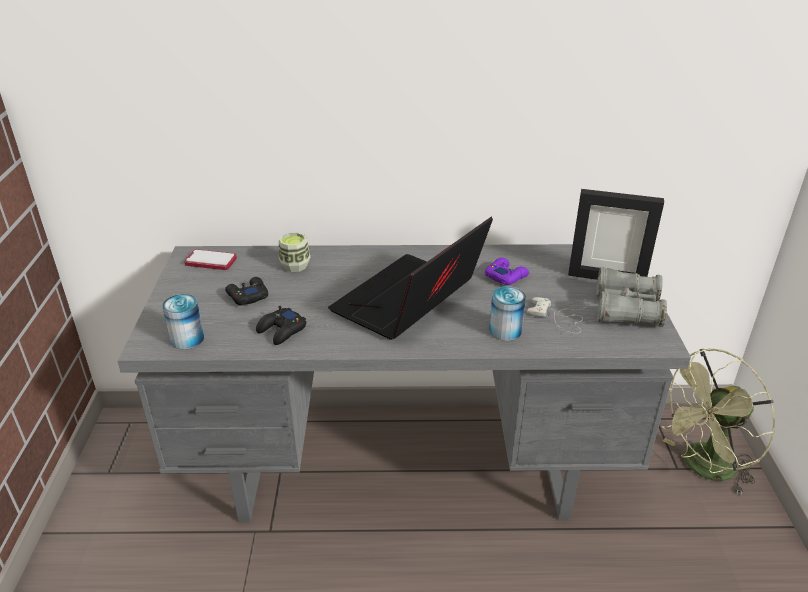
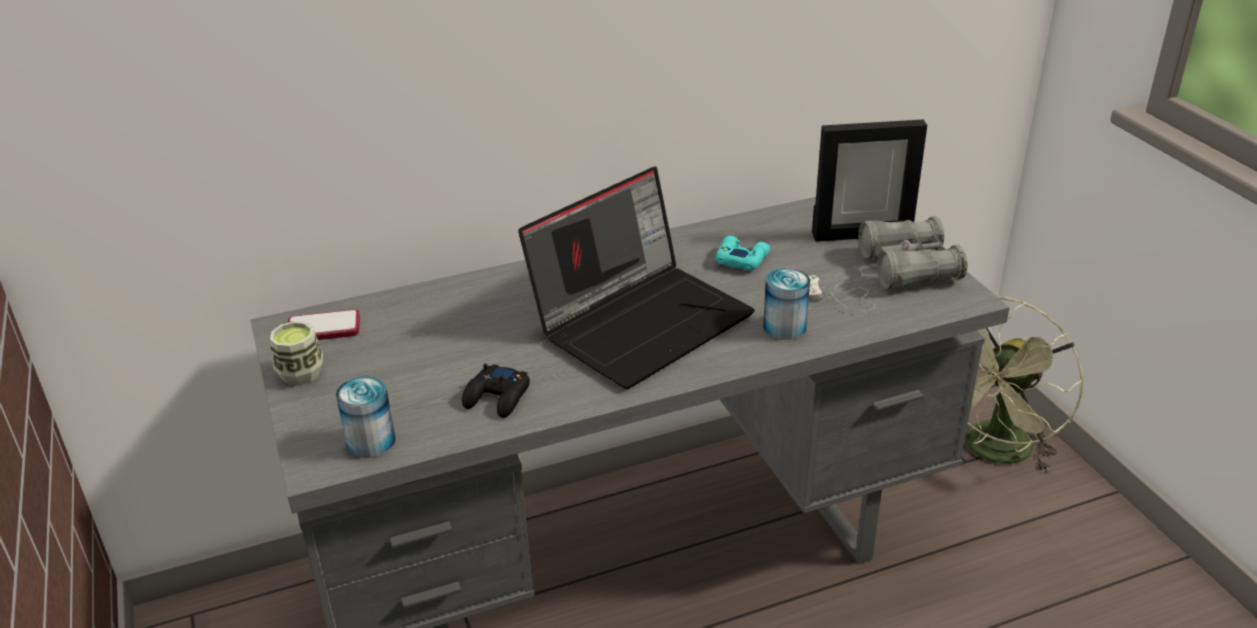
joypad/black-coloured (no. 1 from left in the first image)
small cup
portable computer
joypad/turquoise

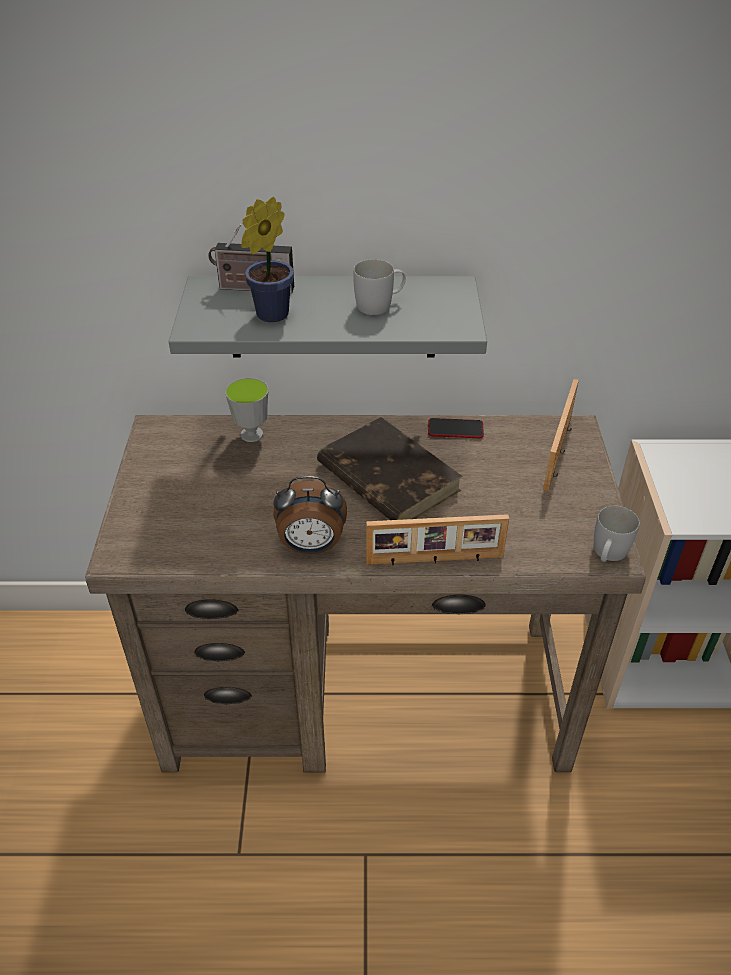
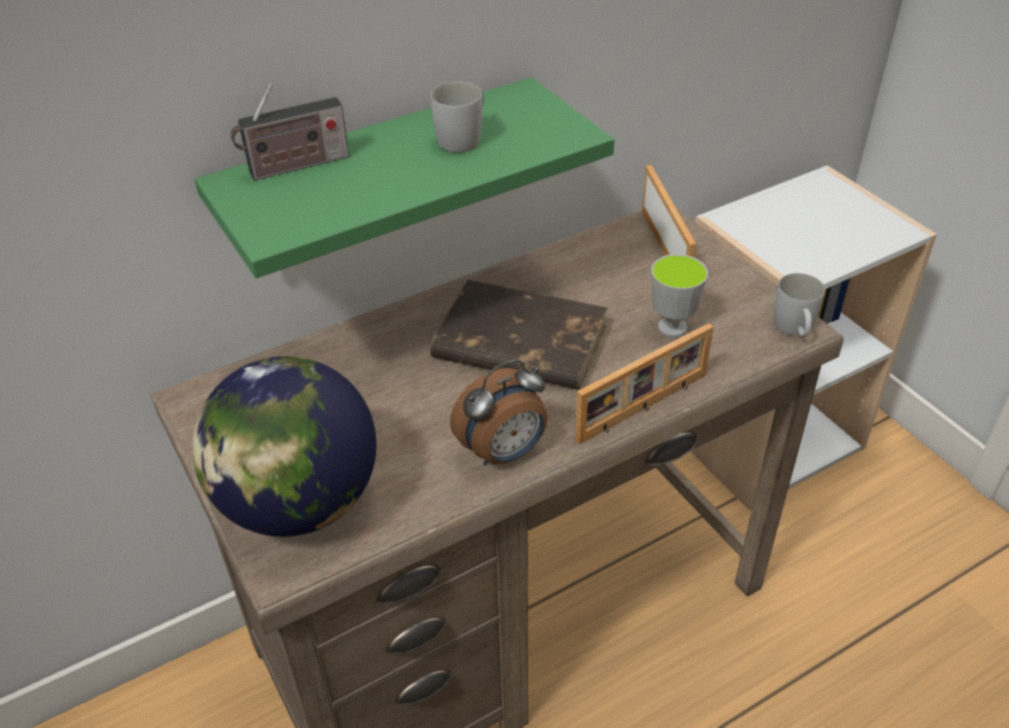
bracket shelf/greenish
small cup
potted plant
handset
desk globe

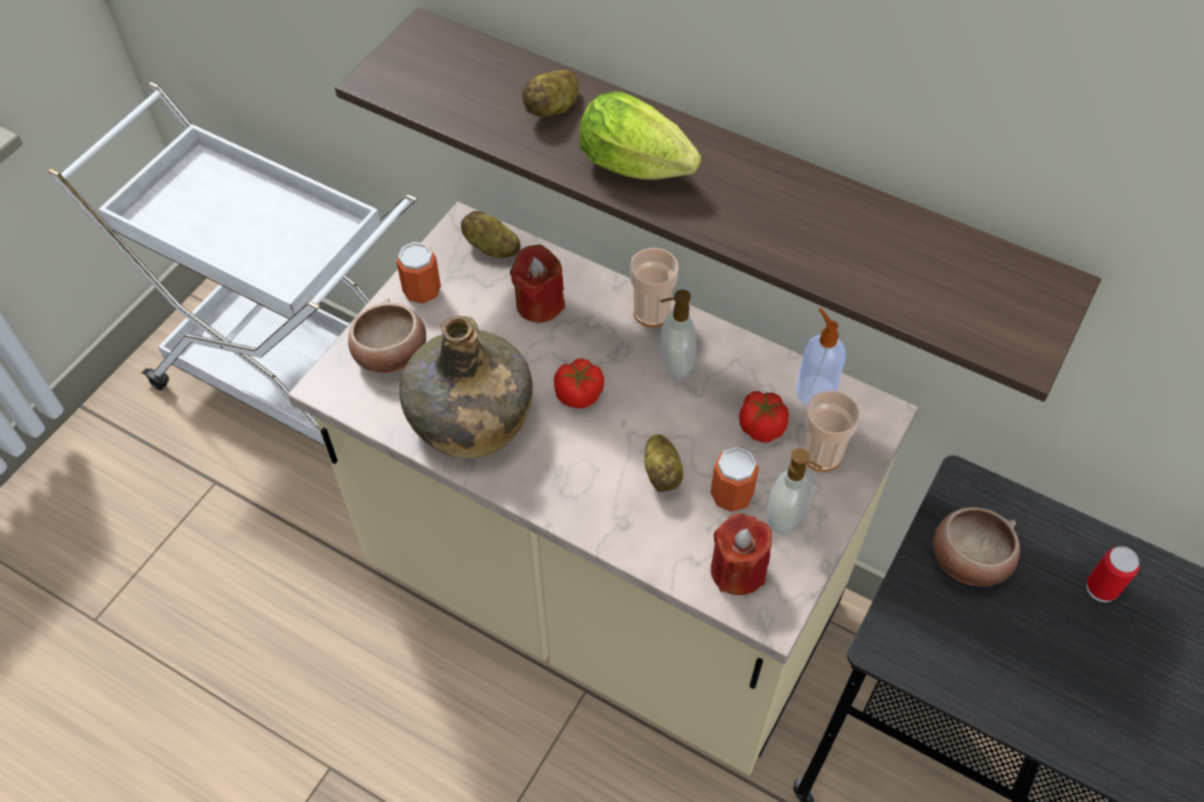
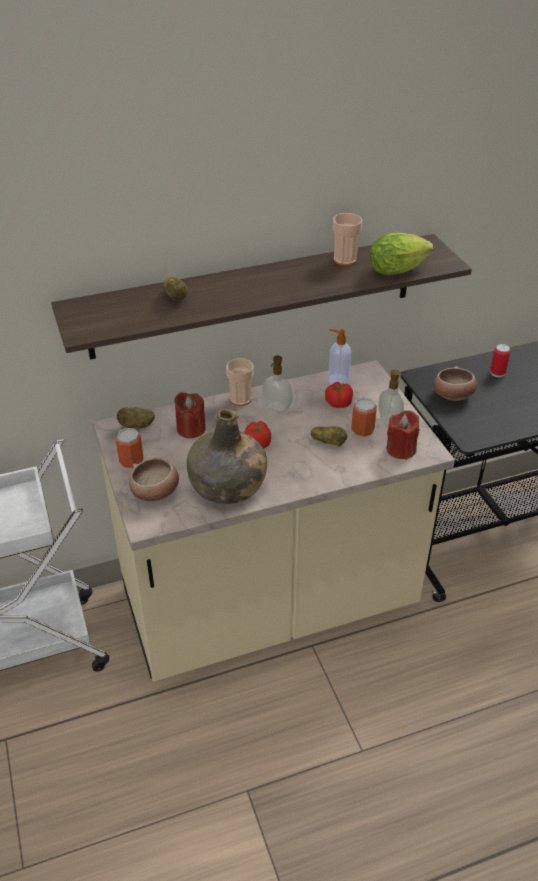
lettuce head
small cup (no. 2 from left)

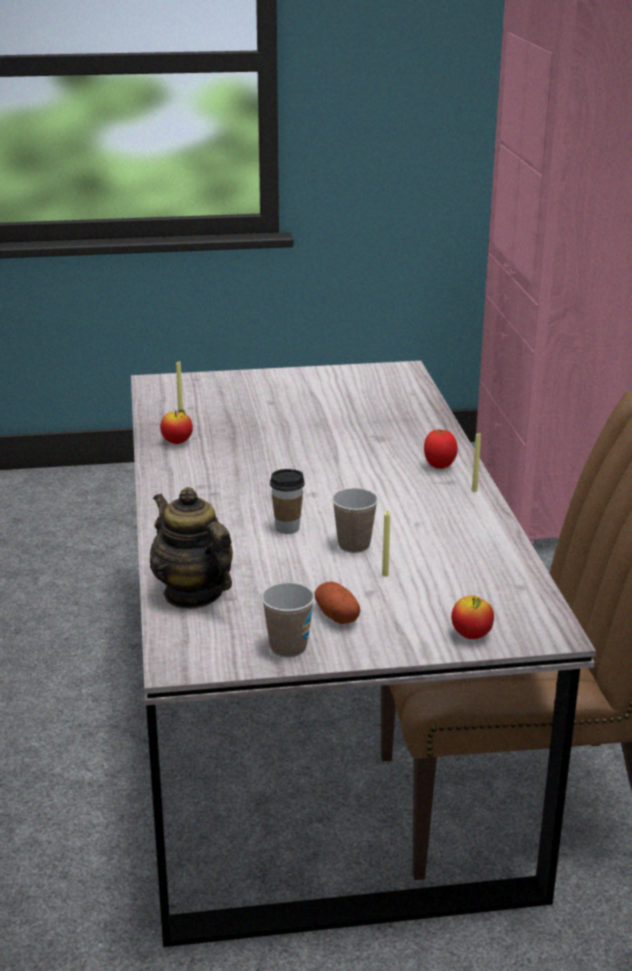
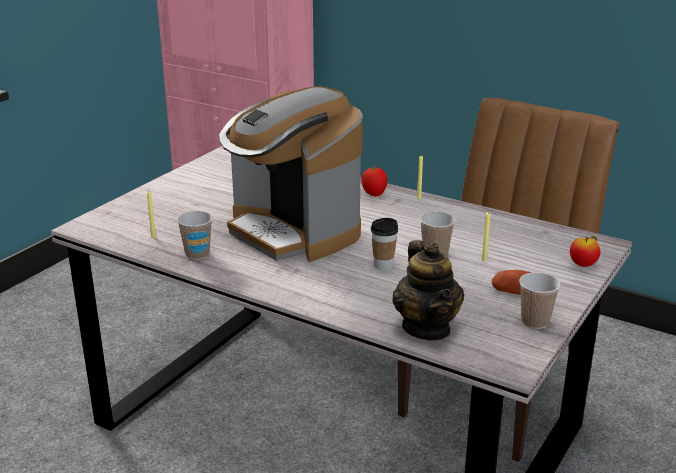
pot for tea
small cup (no. 1 from left)
coffee machine

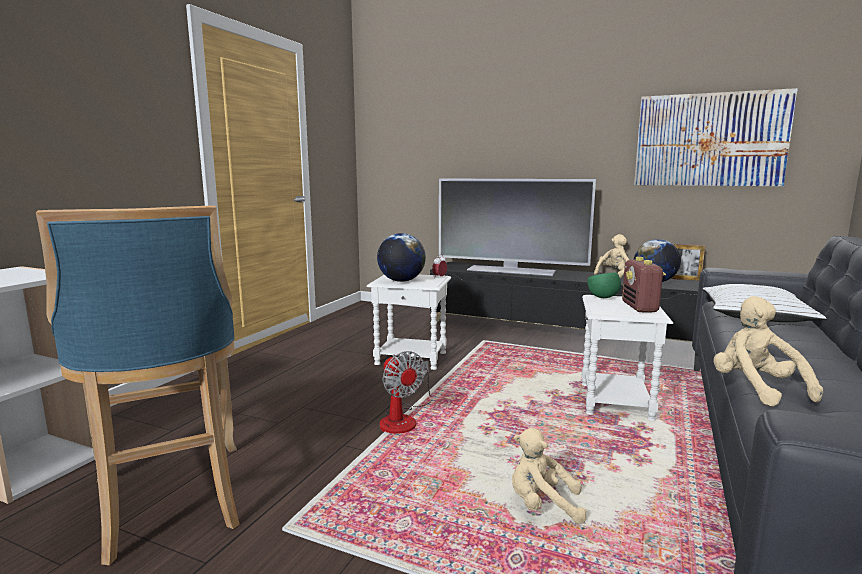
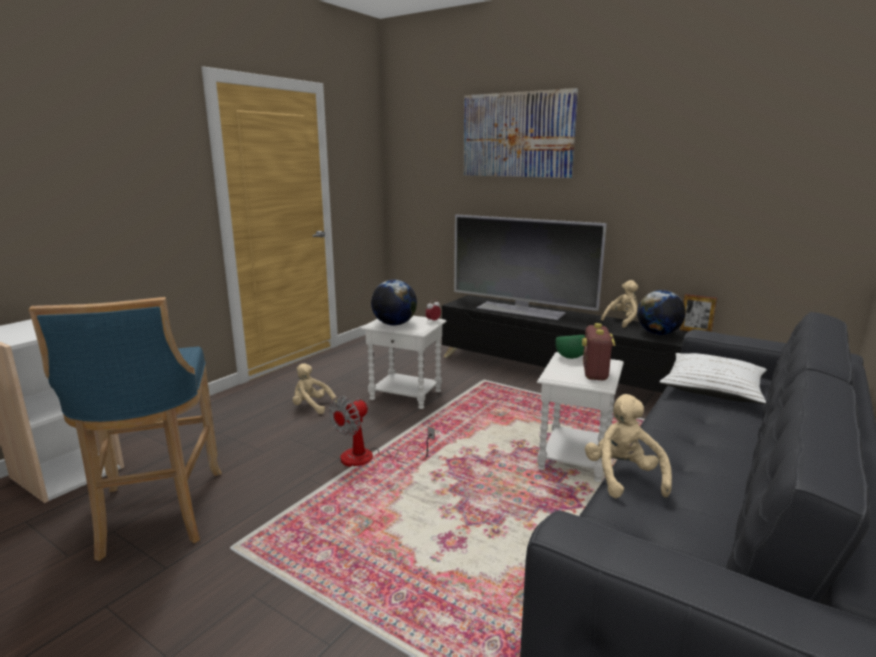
cooling fan
soft toy/sand-coloured (no. 1 from left)
picture

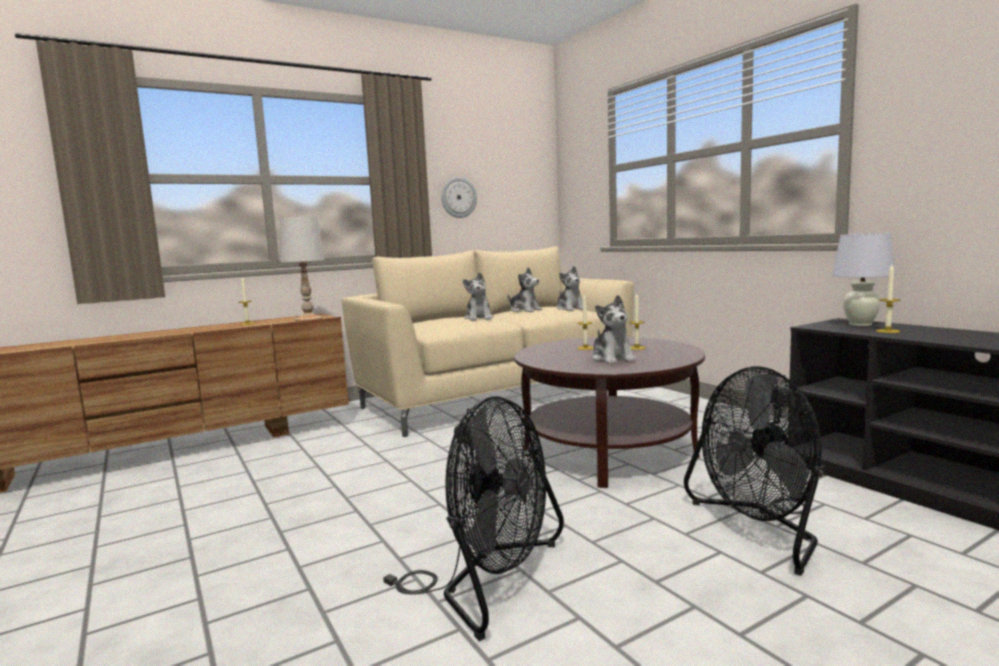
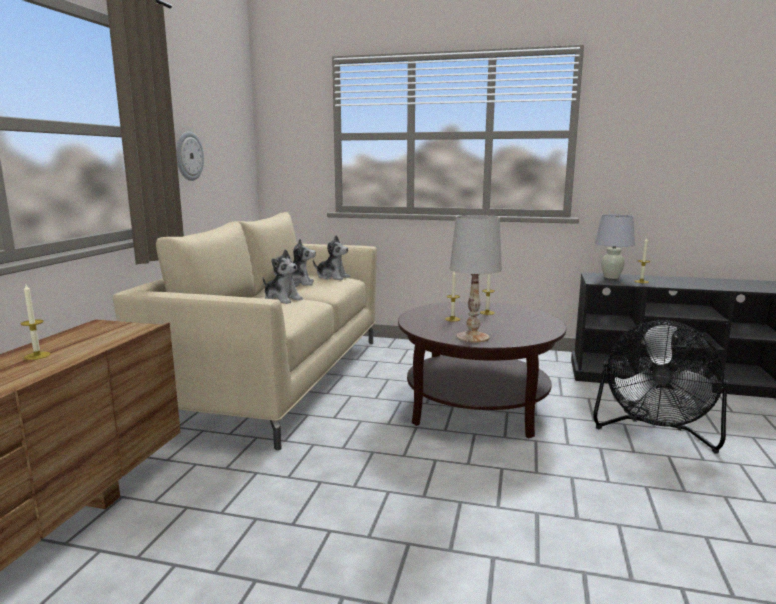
lamp for a table/white-coloured (no. 1 from left)
cooling fan/black-coloured (no. 1 from left in the first image)
soft toy (no. 4 from left in the first image)

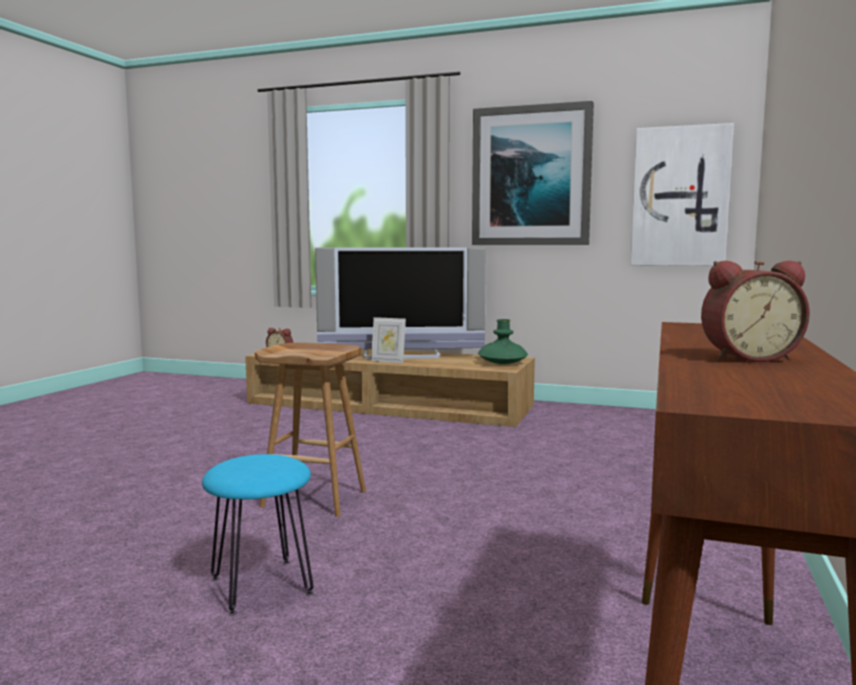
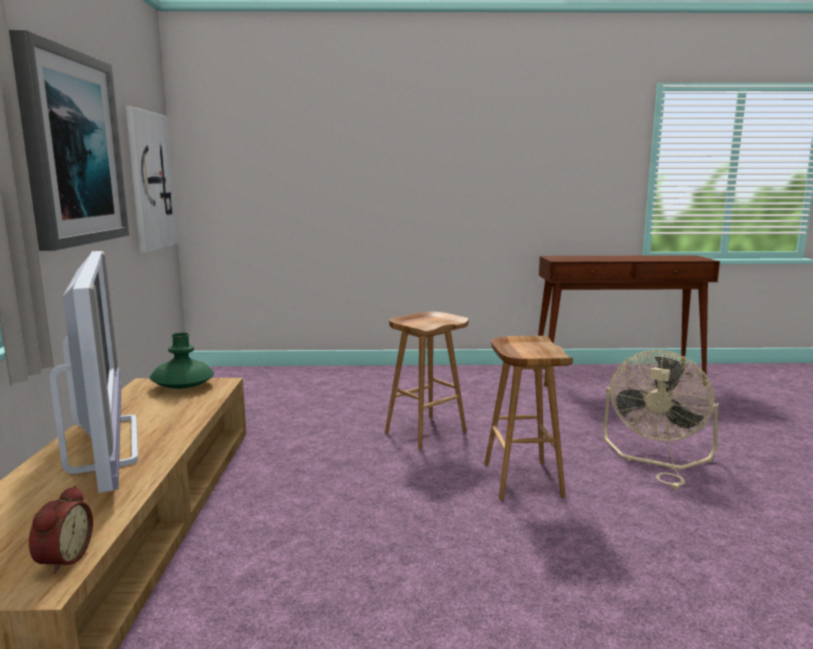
cooling fan/sand-coloured
picture frame
bedside clock (no. 2 from left in the first image)
stool/brown (no. 1 from left)

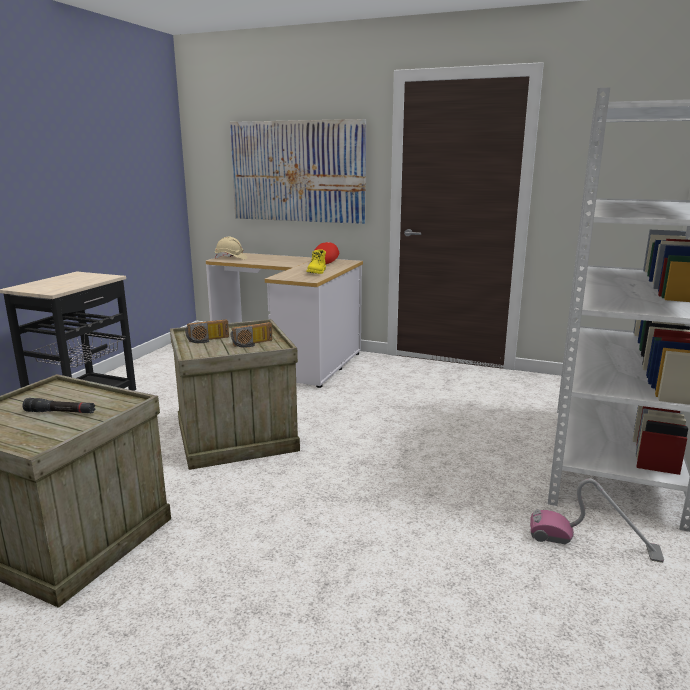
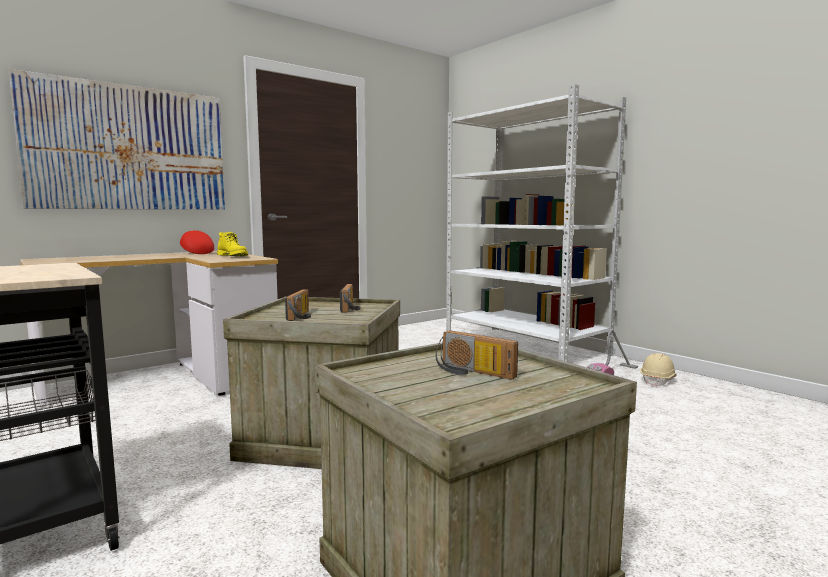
radio set (no. 3 from left)
safety helmet/sand-coloured

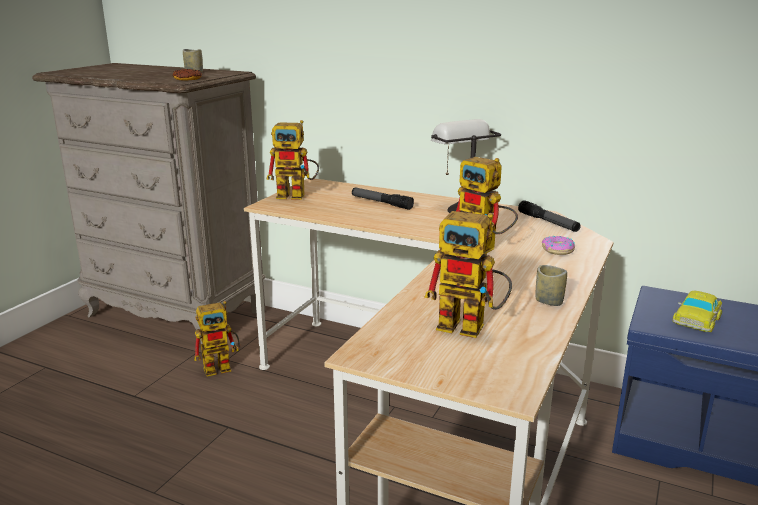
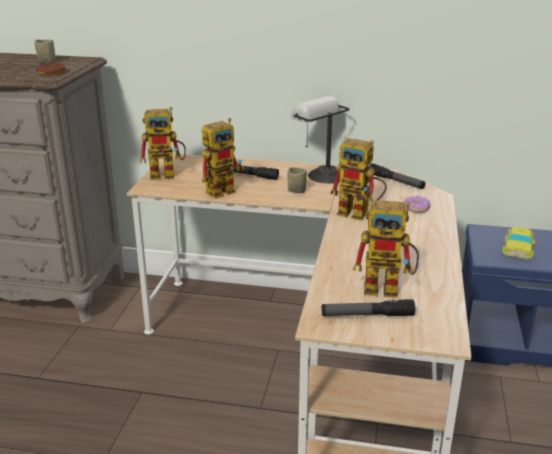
toy robot (no. 2 from left)
small cup (no. 2 from left)
flashlight (no. 2 from left)

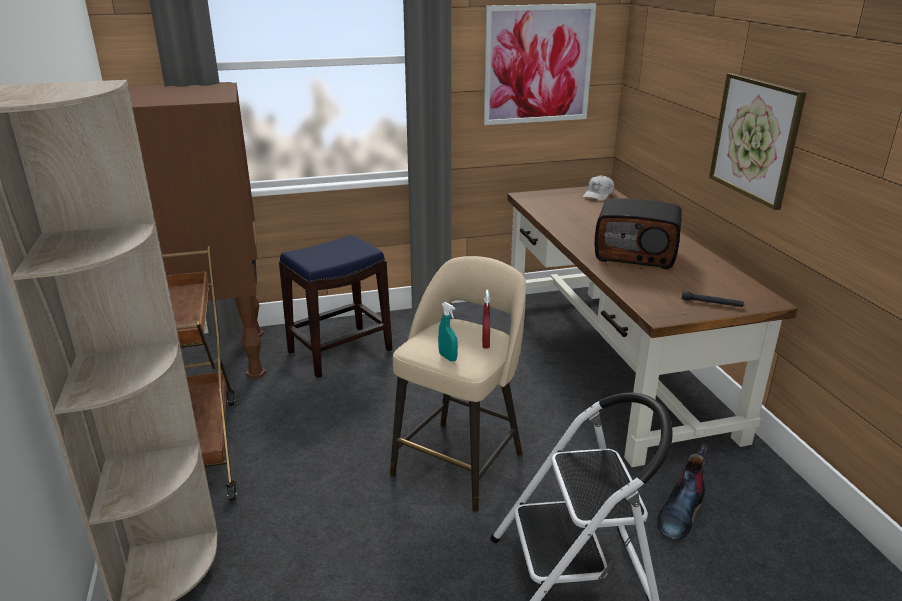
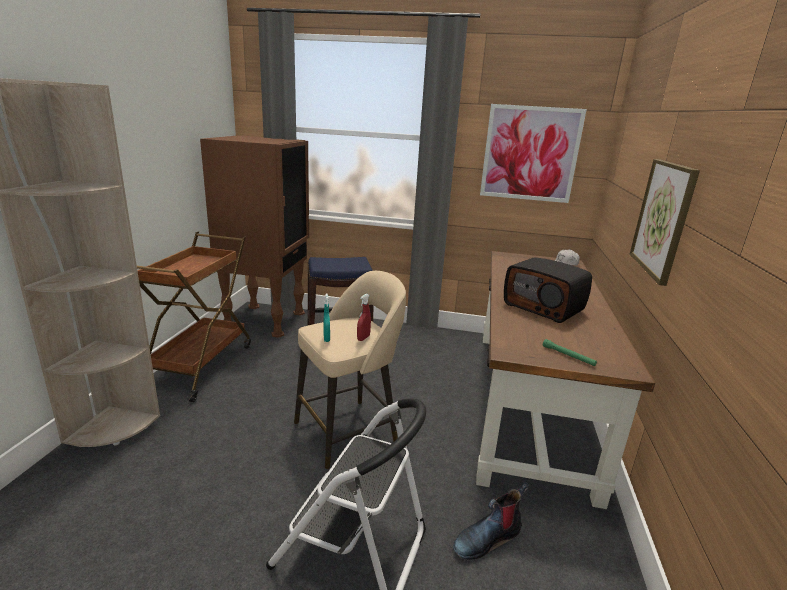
flashlight/greenish

